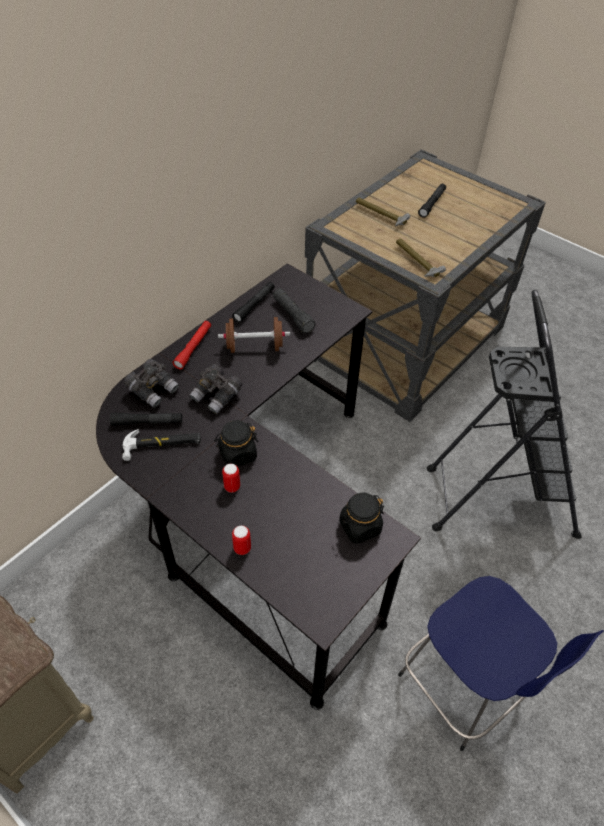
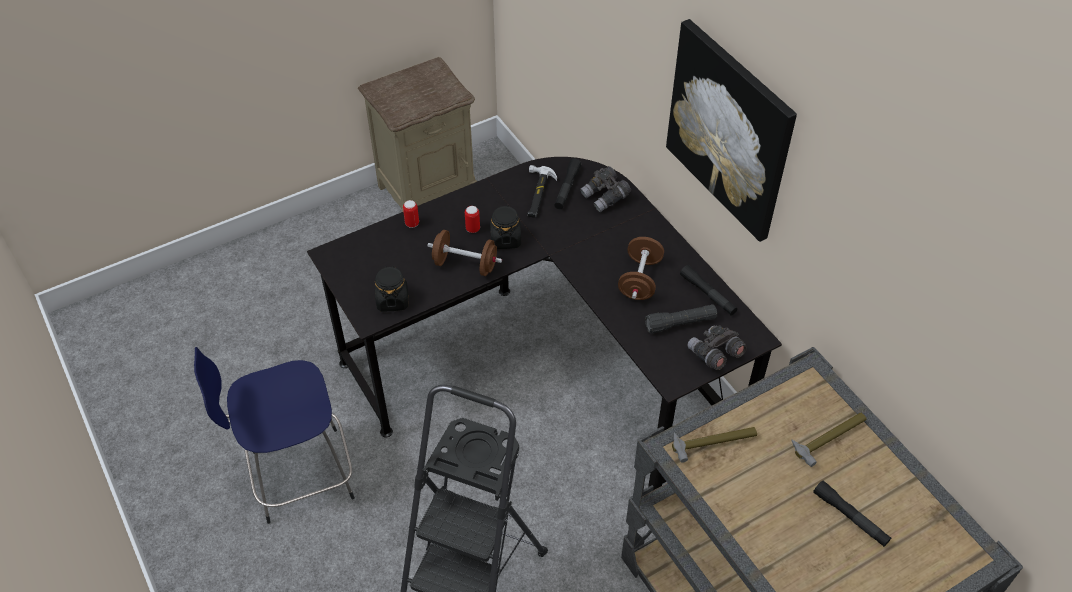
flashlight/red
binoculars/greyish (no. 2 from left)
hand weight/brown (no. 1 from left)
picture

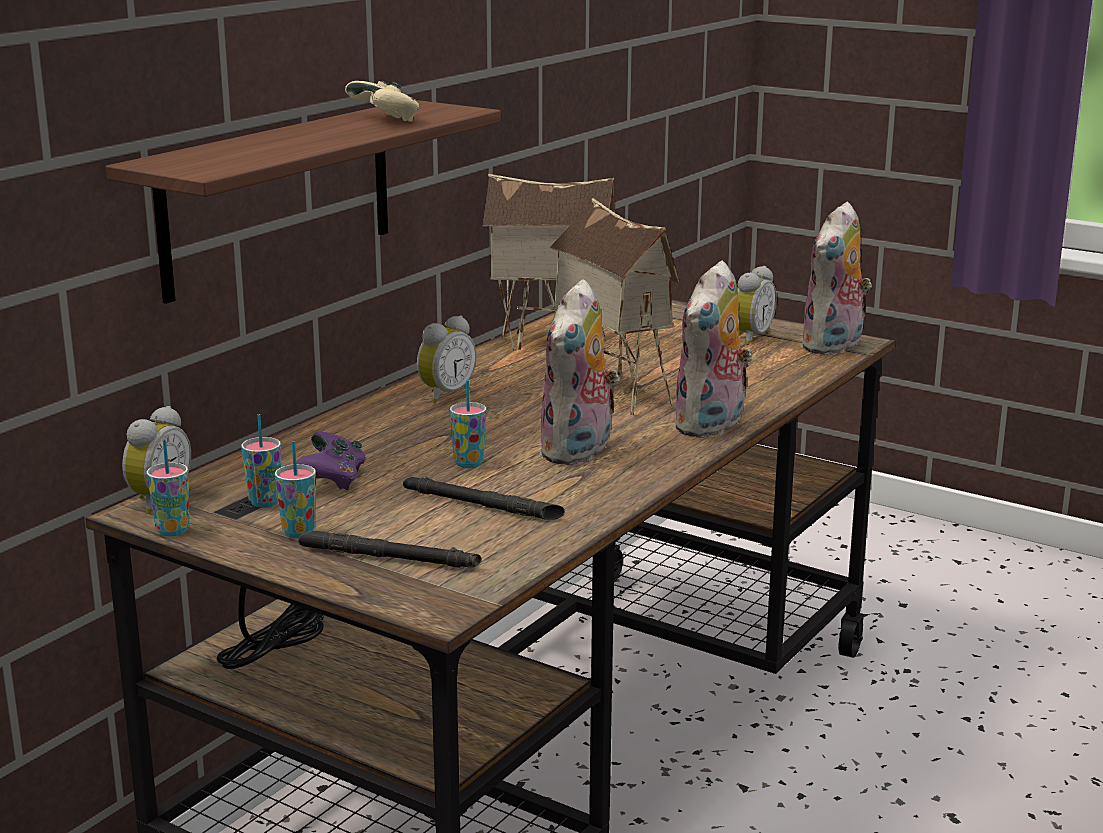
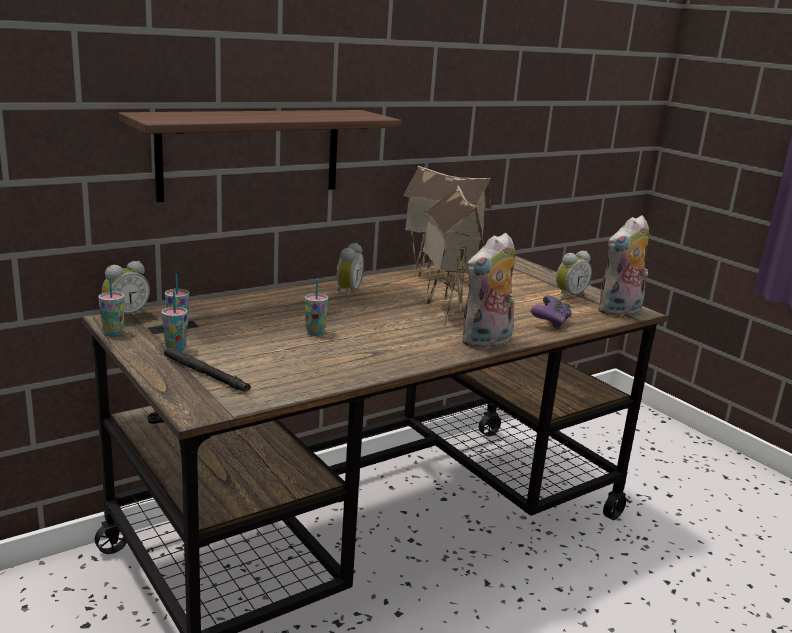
joypad/purplish
joypad/sand-coloured
flashlight/black-coloured (no. 2 from left in the first image)
bedside clock (no. 2 from left)
soft toy (no. 1 from left in the first image)

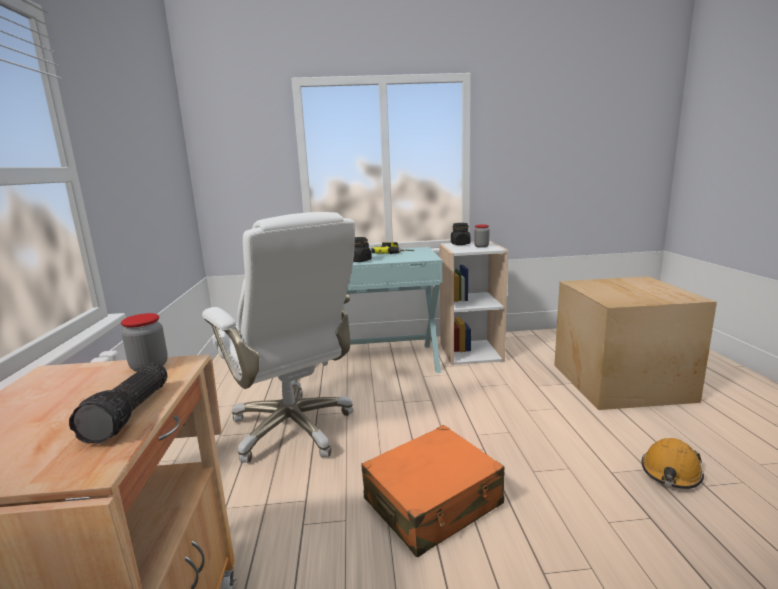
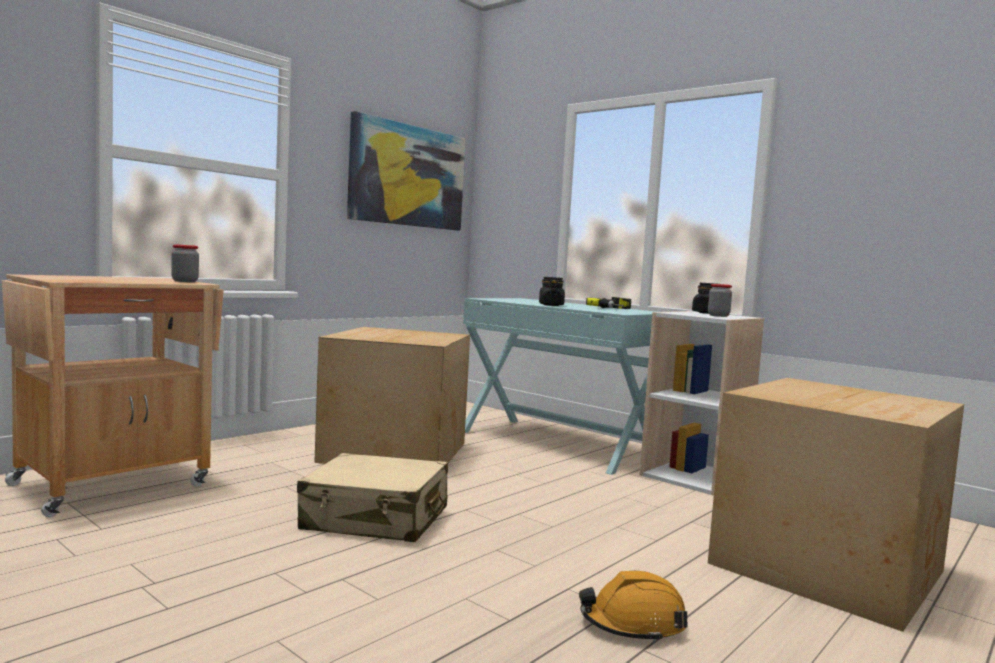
flashlight
packing box (no. 1 from left)
piece of luggage/sand-coloured
picture

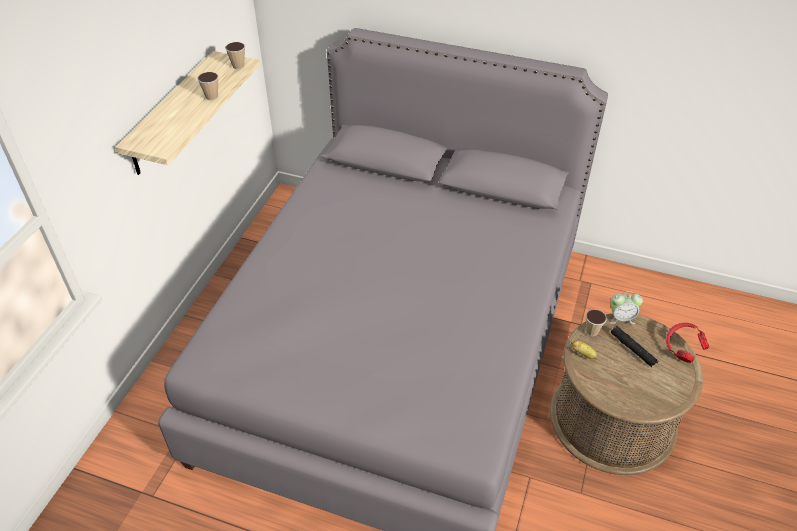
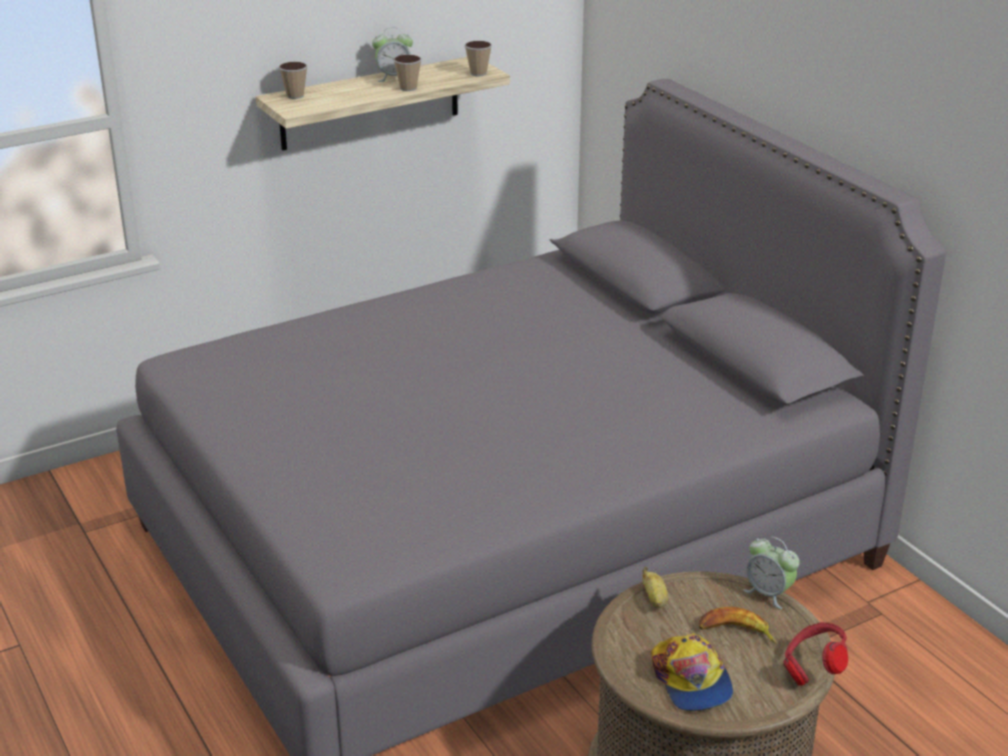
small cup (no. 1 from left)
banana fruit (no. 2 from left)
bedside clock (no. 1 from left)
peaked cap

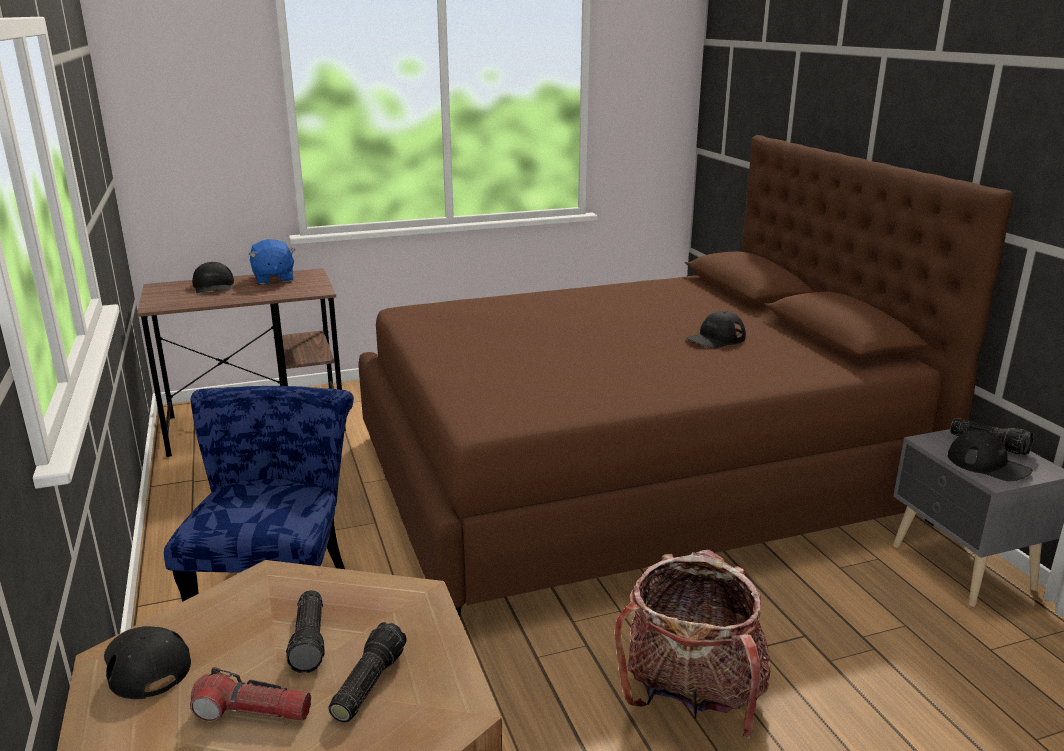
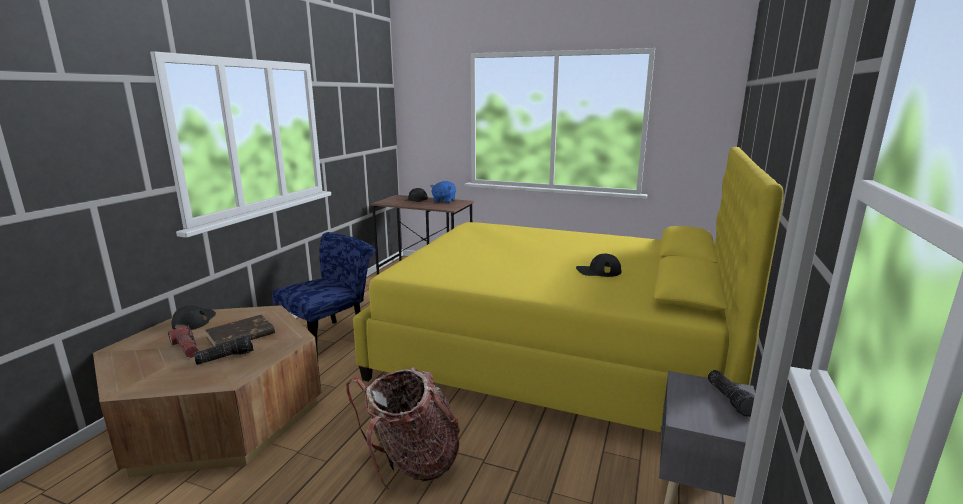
bound book/brown
sleeping bed/yellow
peaked cap/black-coloured (no. 4 from left in the first image)

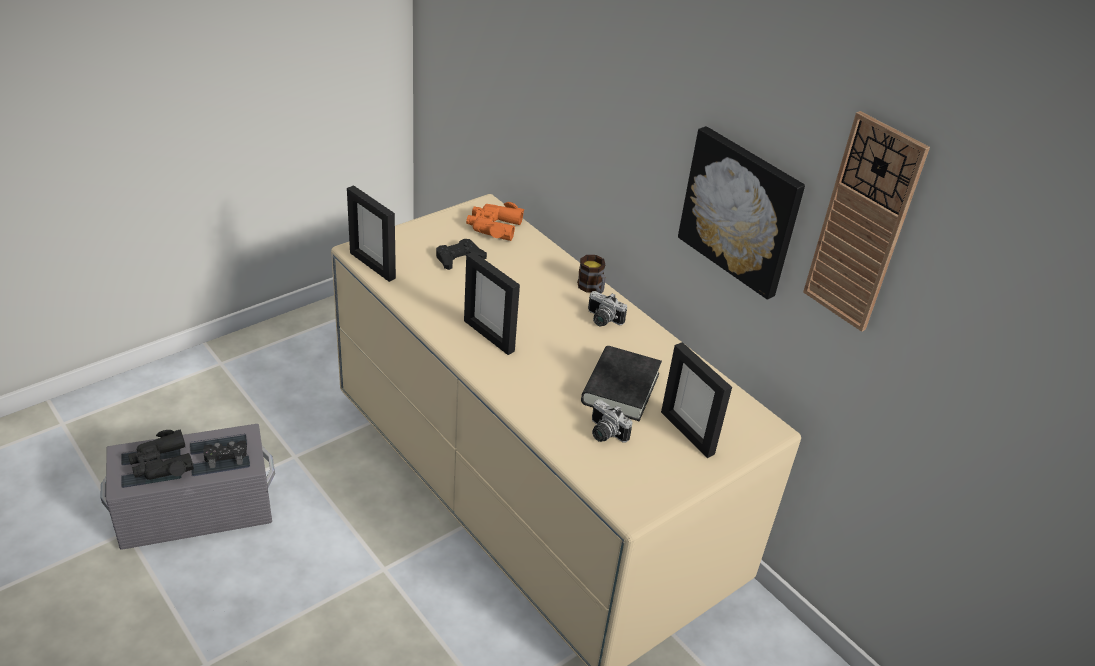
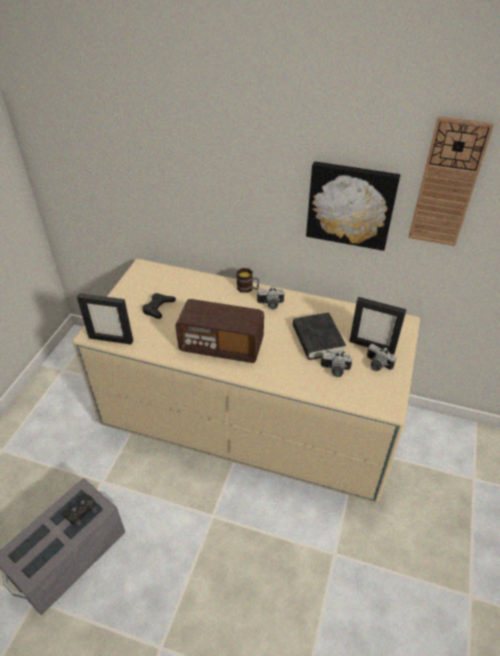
binoculars/black-coloured
radio set
binoculars/orange-coloured
still camera (no. 3 from left)

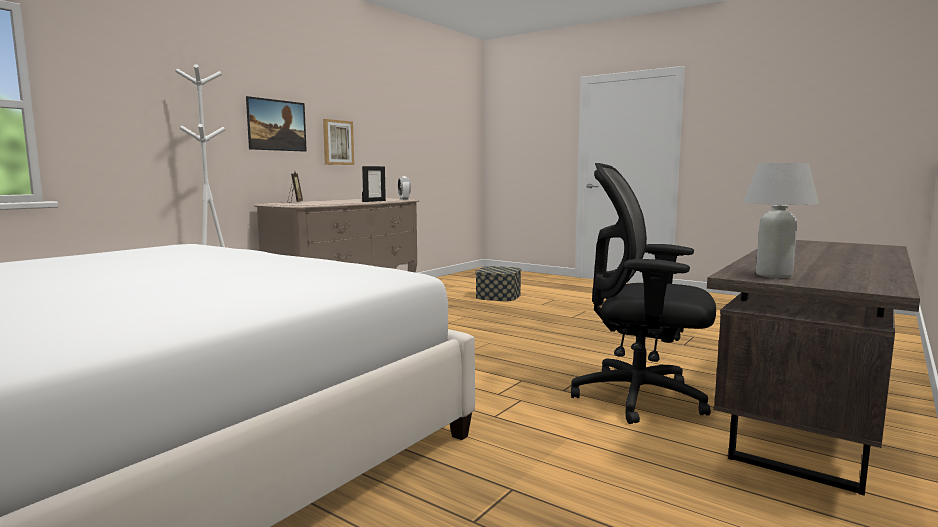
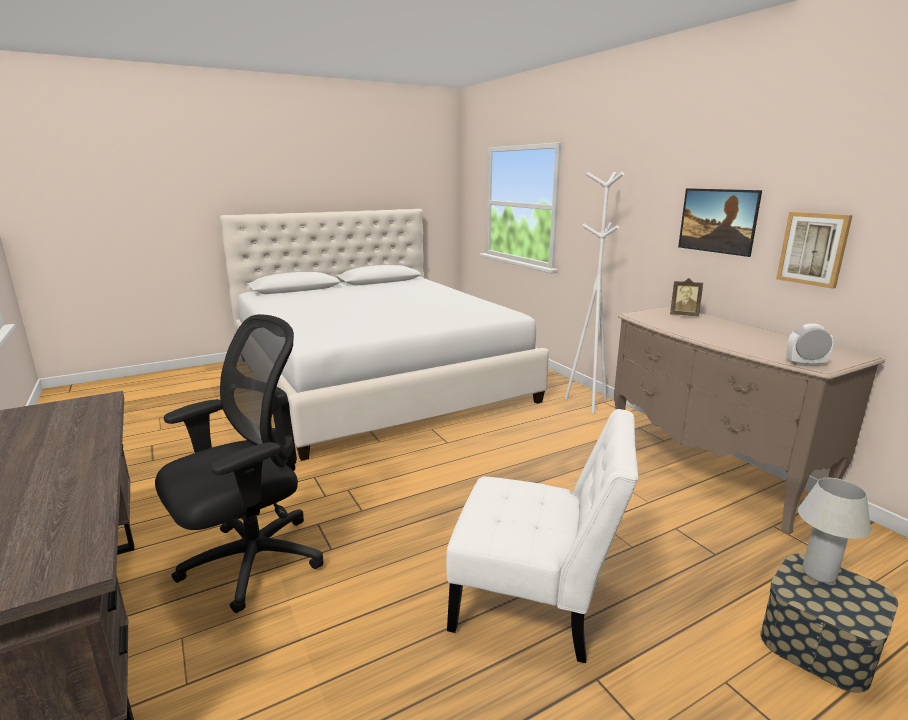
picture frame (no. 2 from left in the first image)
lamp for a table/white-coloured
chair/white-coloured

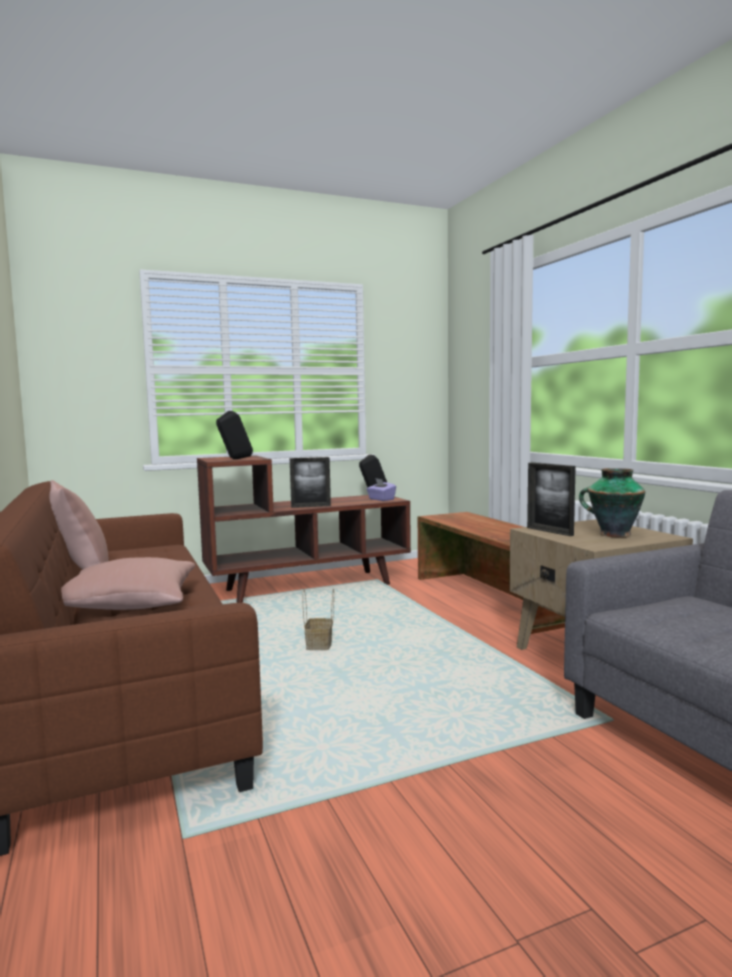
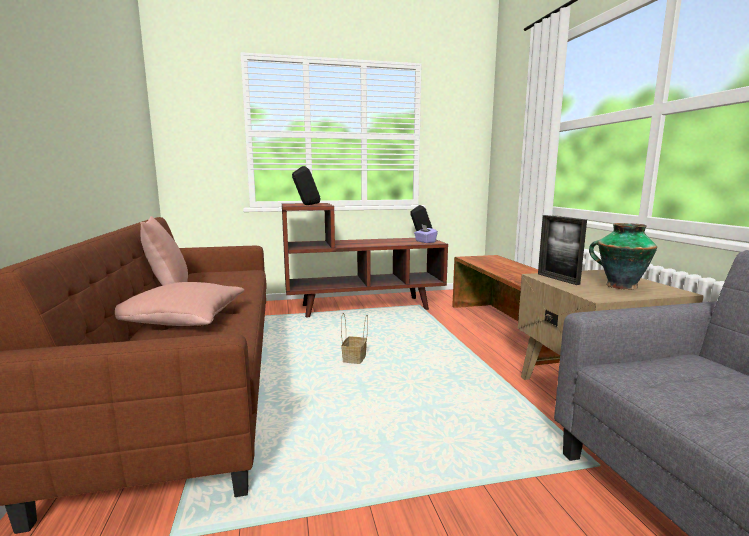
picture frame (no. 1 from left in the first image)

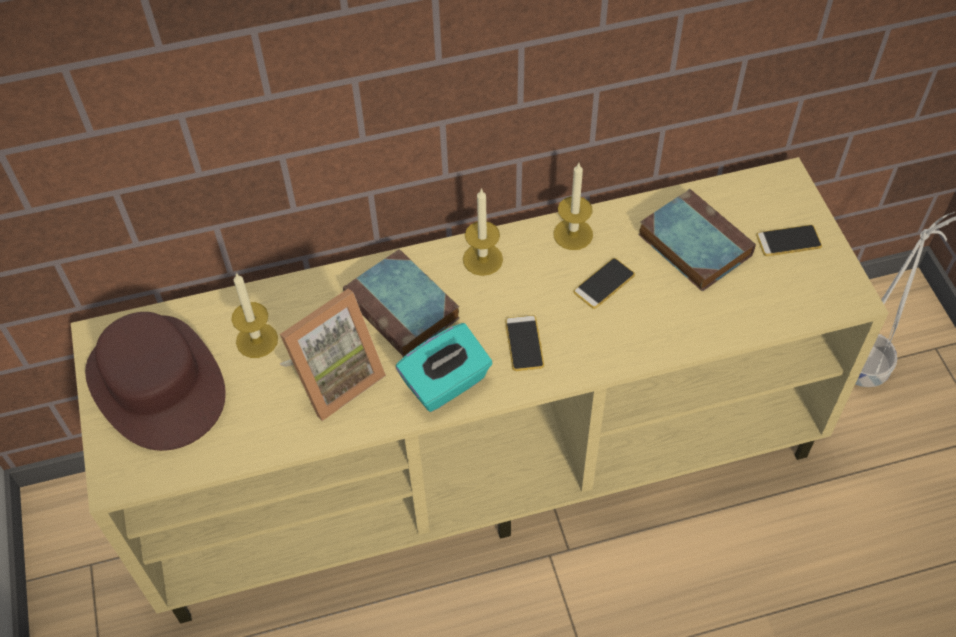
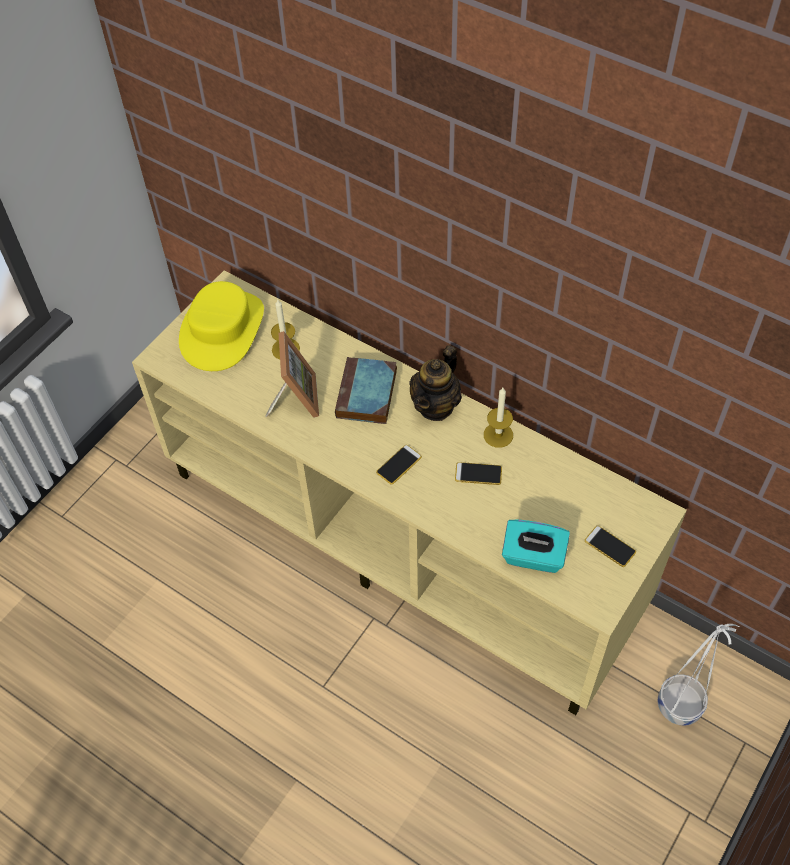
hat/yellow
picture frame
tissue box/turquoise
pot for tea
bound book (no. 2 from left in the first image)

